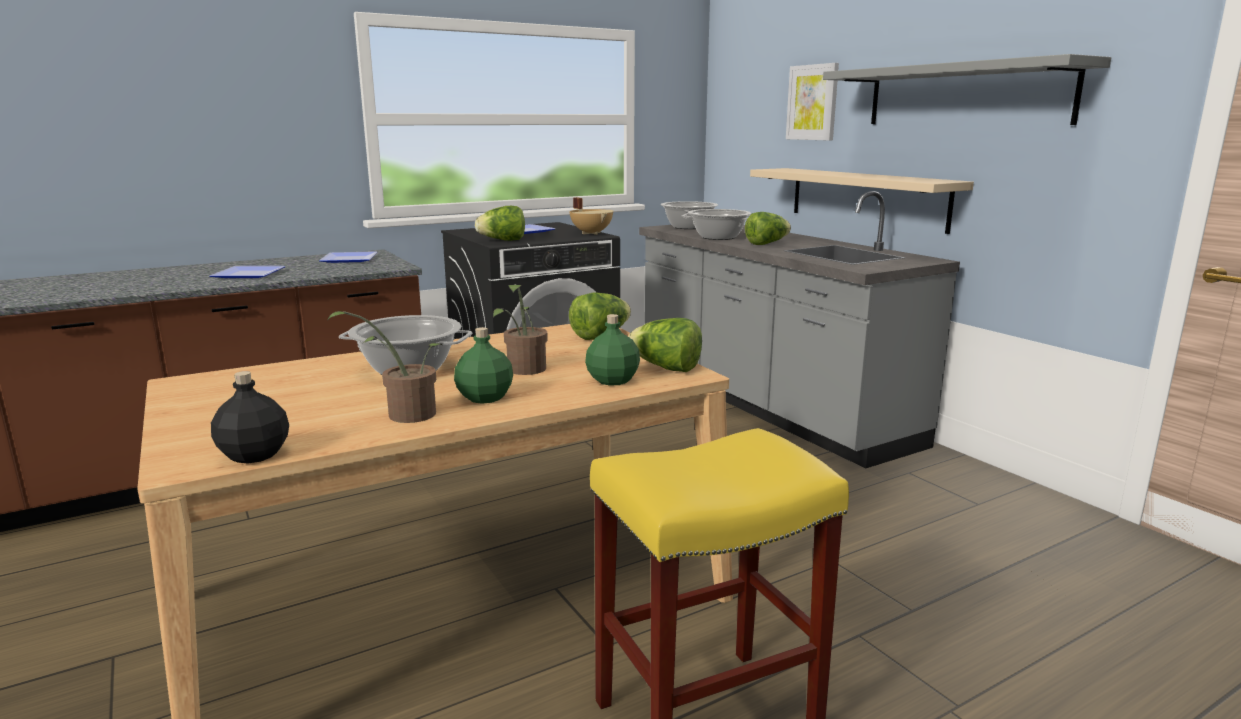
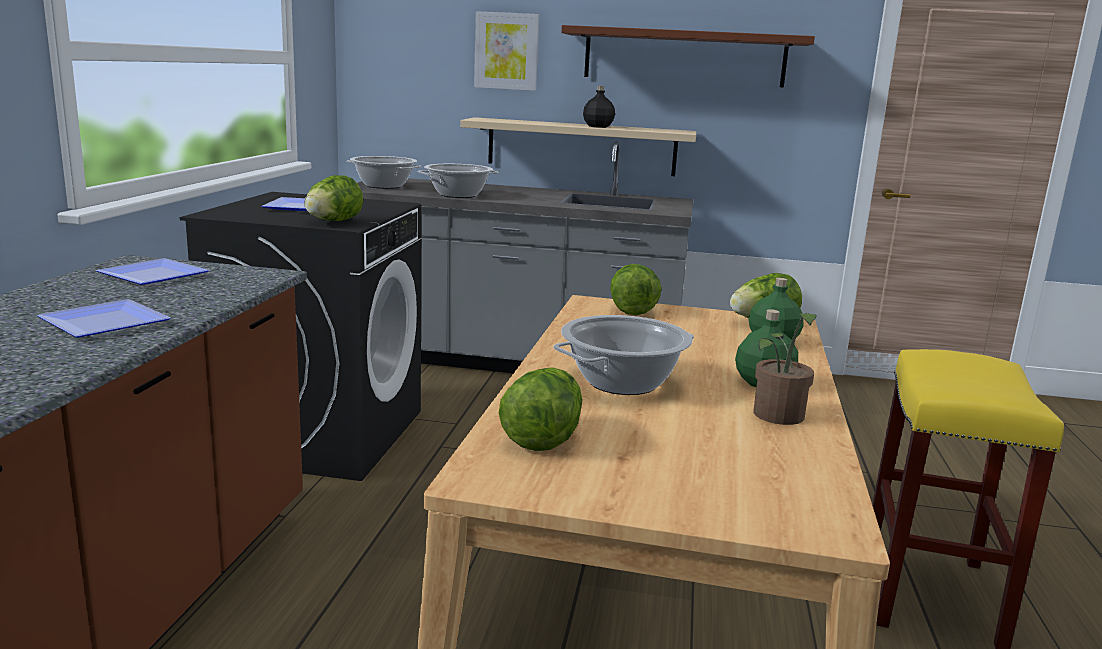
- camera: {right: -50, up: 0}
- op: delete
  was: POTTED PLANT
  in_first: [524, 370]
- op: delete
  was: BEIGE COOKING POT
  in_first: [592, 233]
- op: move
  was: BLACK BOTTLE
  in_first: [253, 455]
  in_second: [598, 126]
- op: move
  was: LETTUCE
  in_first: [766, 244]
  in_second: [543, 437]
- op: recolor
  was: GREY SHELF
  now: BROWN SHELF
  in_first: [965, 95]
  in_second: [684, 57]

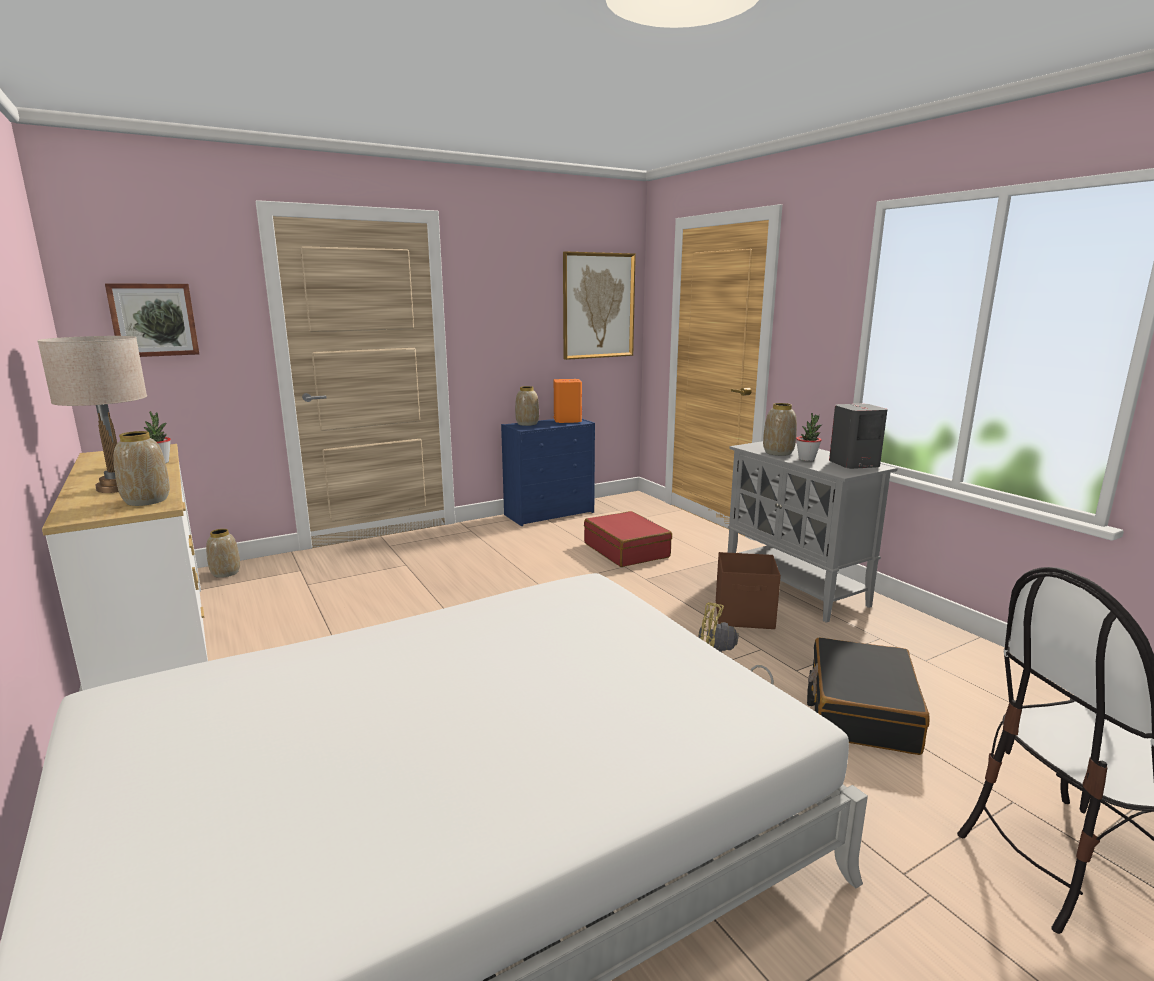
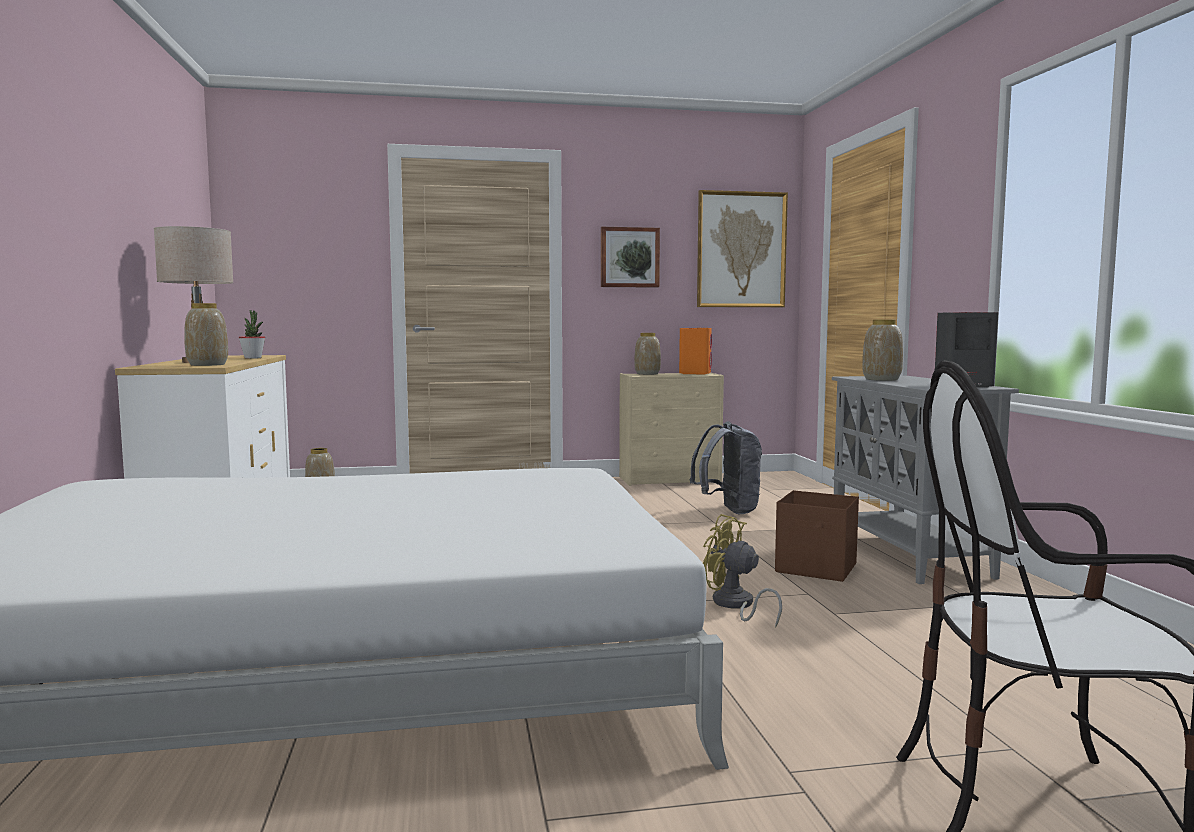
- camera: {right: 20, up: -10}
- op: delete
  was: POTTED PLANT
  in_first: [806, 459]
- op: delete
  was: BLACK SUITCASE
  in_first: [860, 710]
- op: move
  was: PICTURE
  in_first: [154, 320]
  in_second: [629, 257]
- op: replace
  was: RED SUITCASE
  now: GREY BACKPACK
  in_first: [627, 550]
  in_second: [728, 510]
- op: recolor
  was: BLUE DRESSER
  now: BEIGE DRESSER
  in_first: [550, 513]
  in_second: [671, 479]

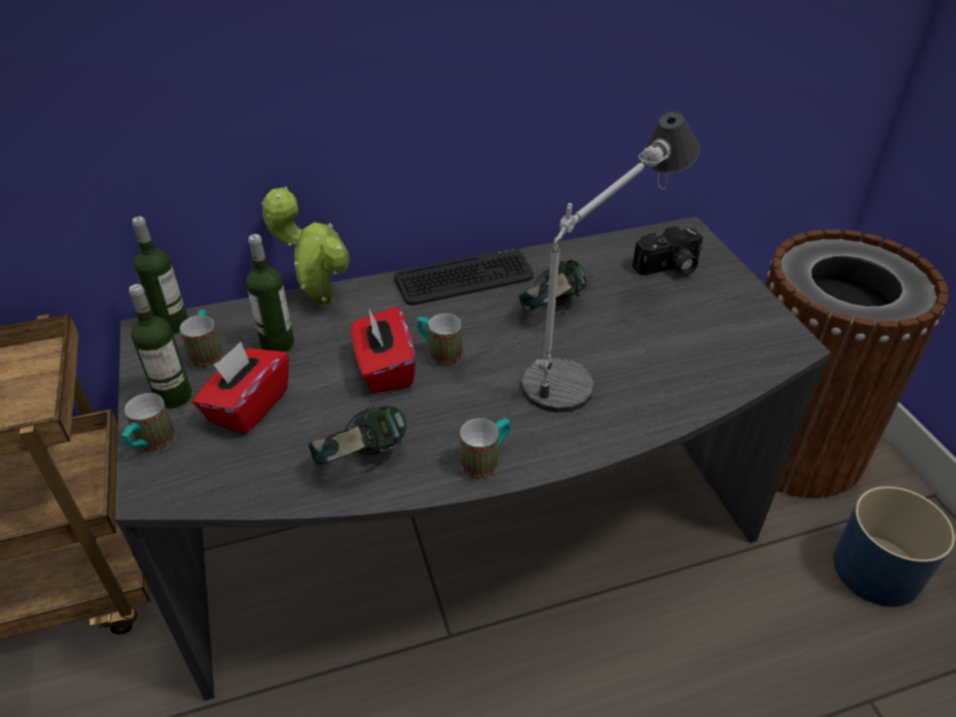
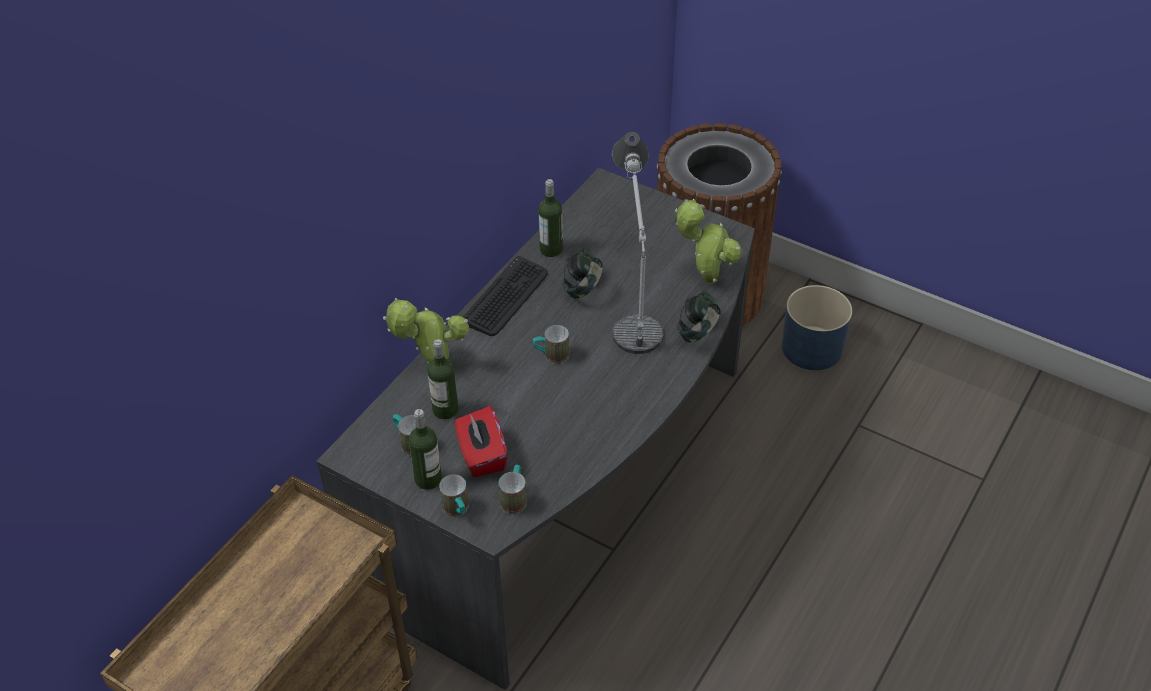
- camera: {right: -40, up: 5}
- op: delete
  was: RED TISSUE BOX
  in_first: [384, 369]
- op: delete
  was: PHOTO CAMERA
  in_first: [668, 268]
- op: insert
  now: POTTED PLANT
  in_second: [706, 278]
- op: move
  was: BOTTLE
  in_first: [172, 324]
  in_second: [551, 249]
- op: move
  was: HEADPHONES
  in_first: [362, 460]
  in_second: [698, 332]
- op: move
  was: MUG
  in_first: [486, 461]
  in_second: [514, 498]

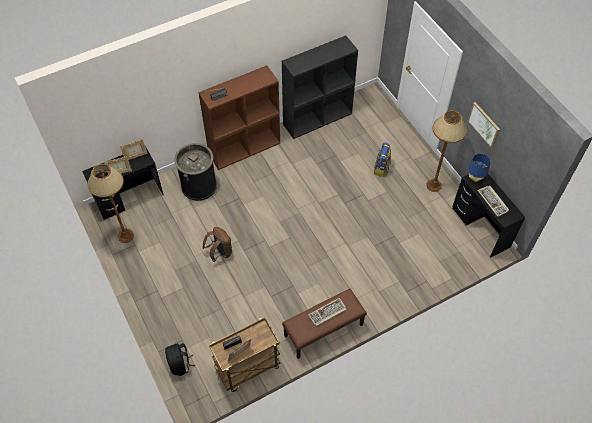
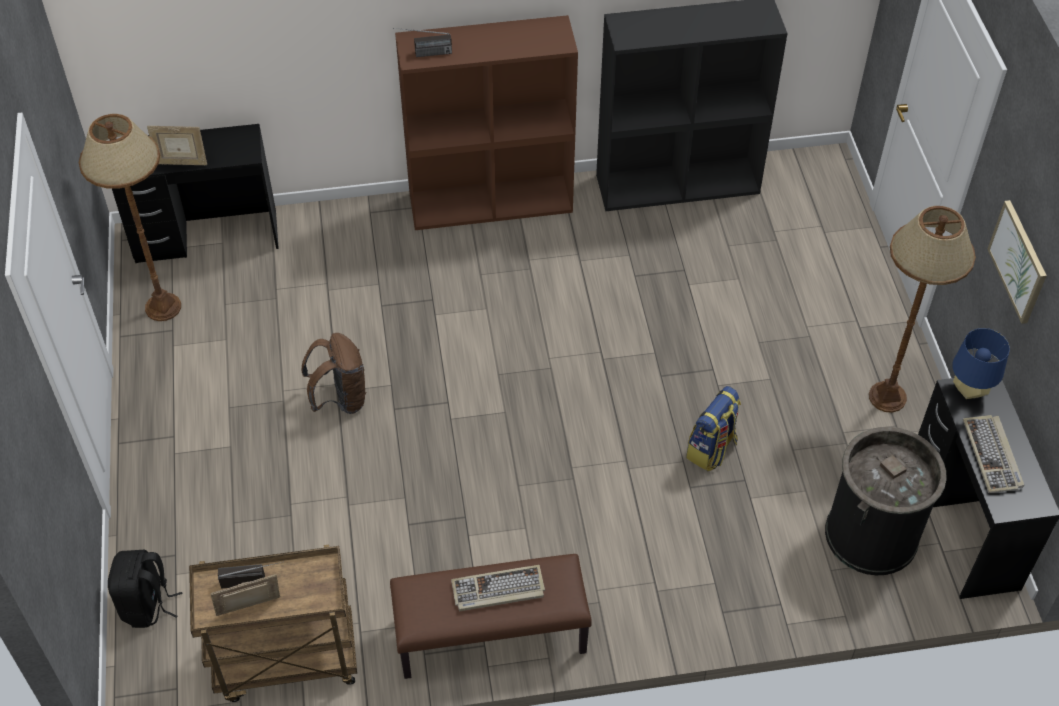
- camera: {right: 20, up: -5}
- op: delete
  was: PICTURE FRAME
  in_first: [135, 156]
- op: move
  was: BLACK TRASH CAN
  in_first: [199, 185]
  in_second: [871, 534]
- op: move
  was: BACKPACK
  in_first: [381, 168]
  in_second: [711, 450]

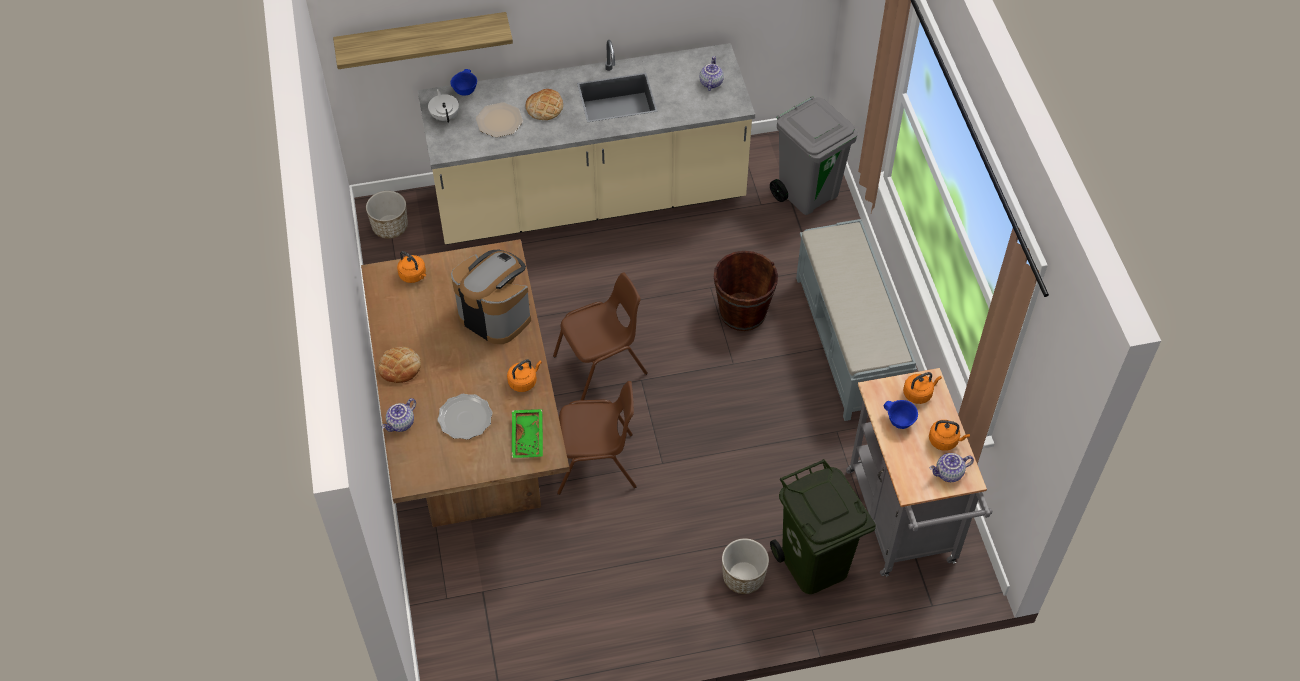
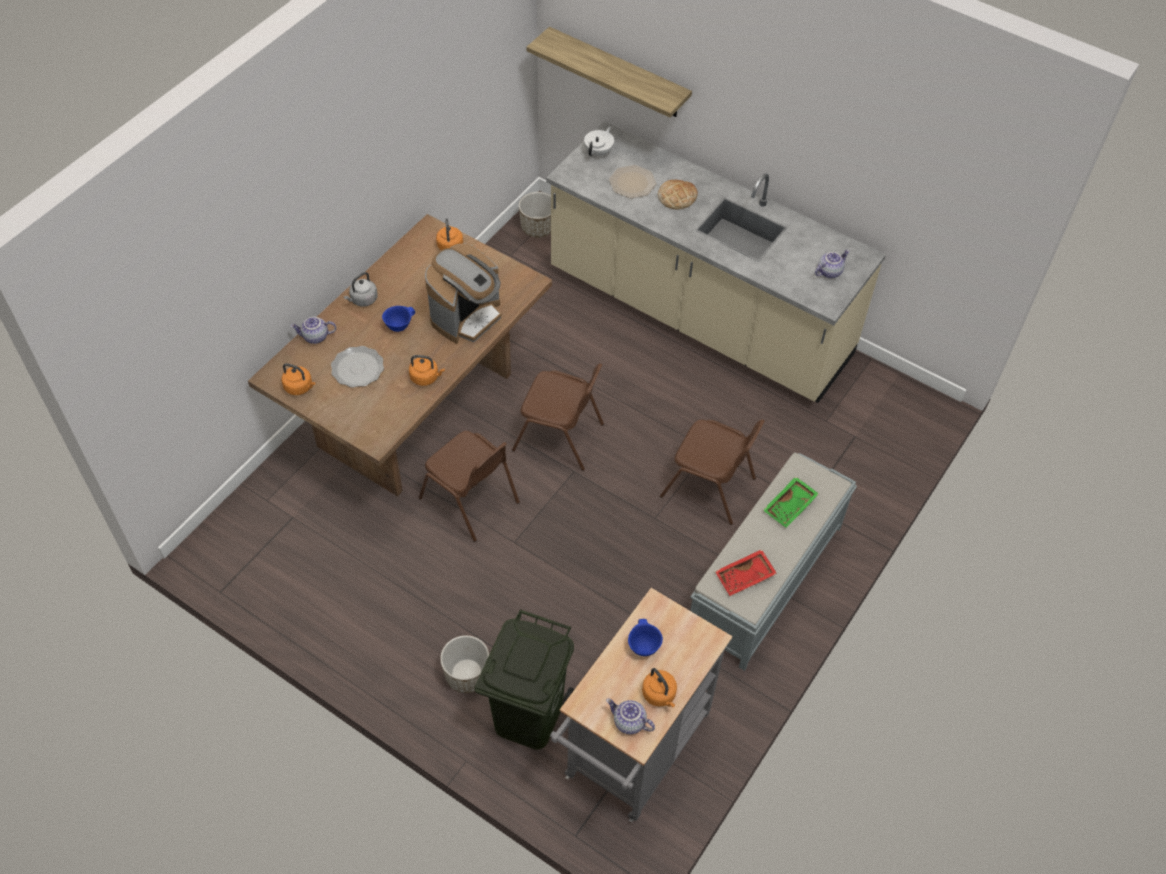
- camera: {right: 45, up: 0}
- op: delete
  was: GREY TRASH CAN
  in_first: [808, 194]
- op: insert
  now: RED TRAY
  in_second: [745, 577]
- op: move
  was: BLUE BOWL
  in_first: [465, 91]
  in_second: [398, 326]
- op: move
  was: GREEN TRAY
  in_first: [528, 437]
  in_second: [790, 506]
- op: move
  was: ORANGE KETTLE
  in_first: [919, 393]
  in_second: [300, 387]
- op: replace
  was: BREAD
  now: GREY KETTLE
  in_first: [400, 367]
  in_second: [363, 300]
- op: replace
  was: BROWN BUCKET
  now: BROWN CHAIR
  in_first: [742, 312]
  in_second: [709, 488]
- op: rotate
  was: COFFEE MACHINE
  in_first: [495, 315]
  in_second: [467, 316]
  clockwise: 45

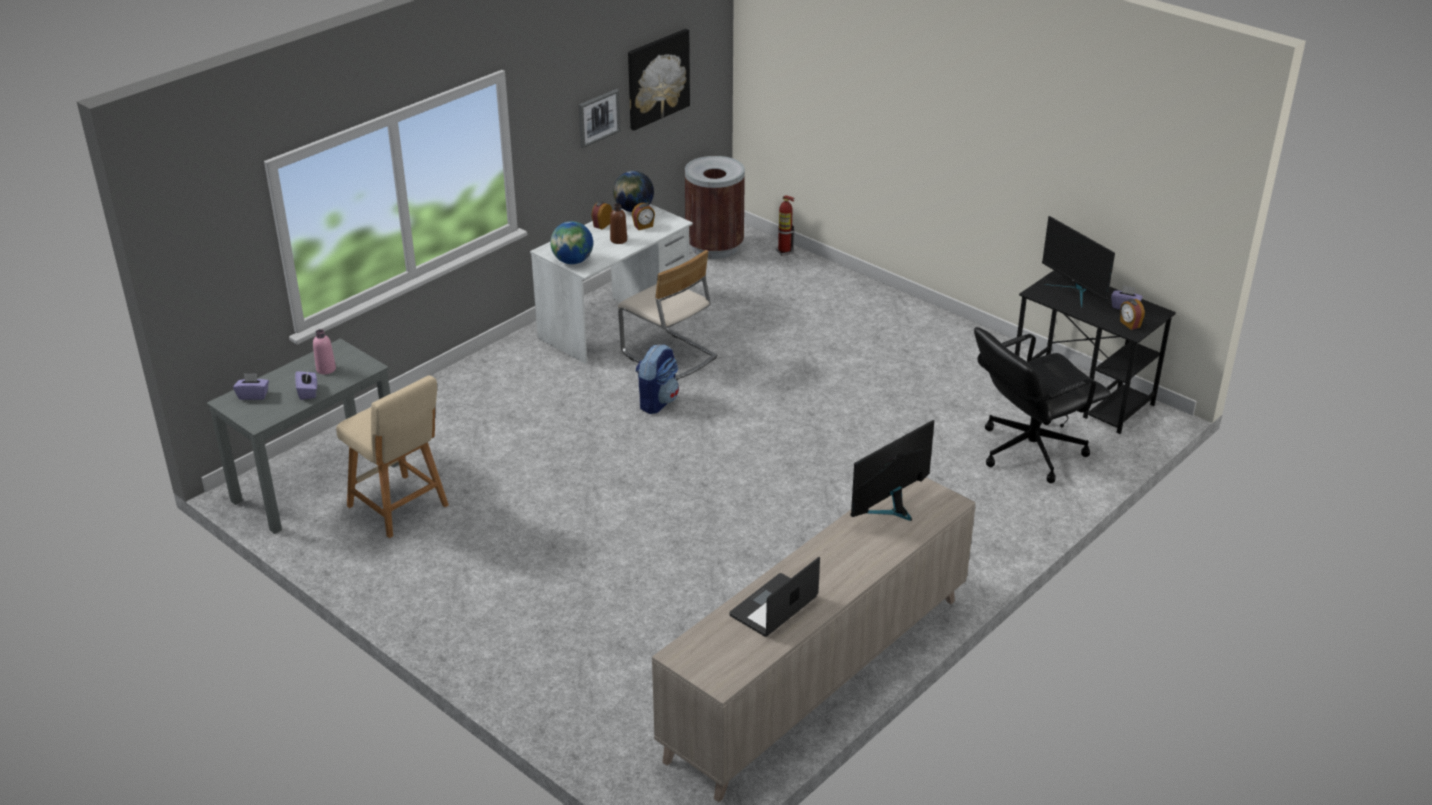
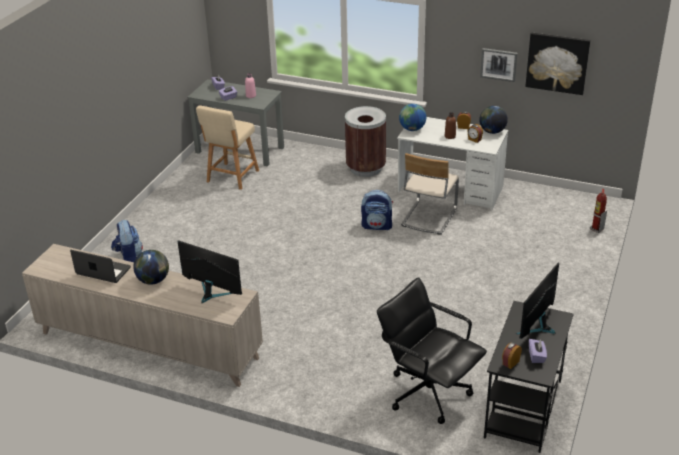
- camera: {right: 70, up: 0}
- op: insert
  now: BACKPACK
  in_second: [129, 258]
- op: insert
  now: GLOBE
  in_second: [153, 280]
- op: move
  was: BROWN TRASH CAN
  in_first: [715, 247]
  in_second: [365, 168]

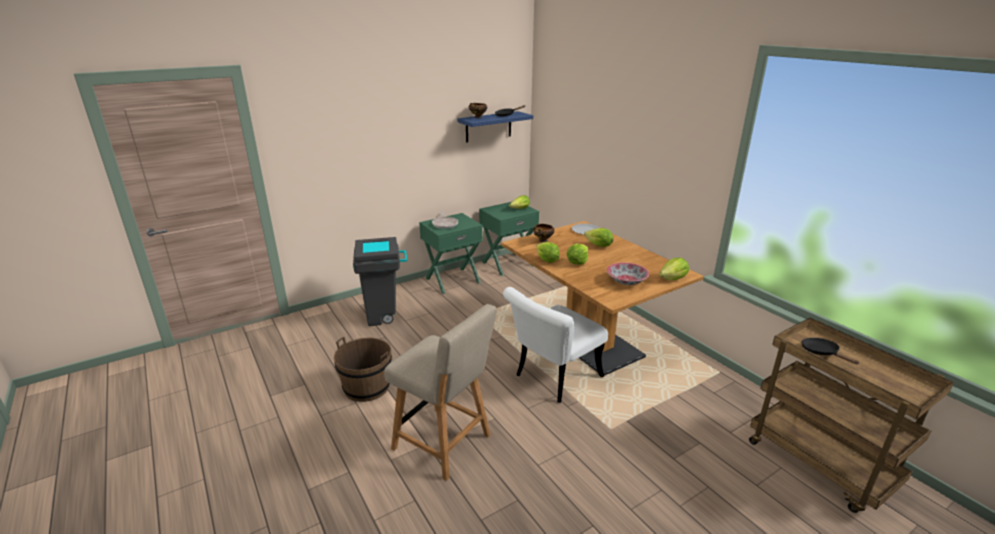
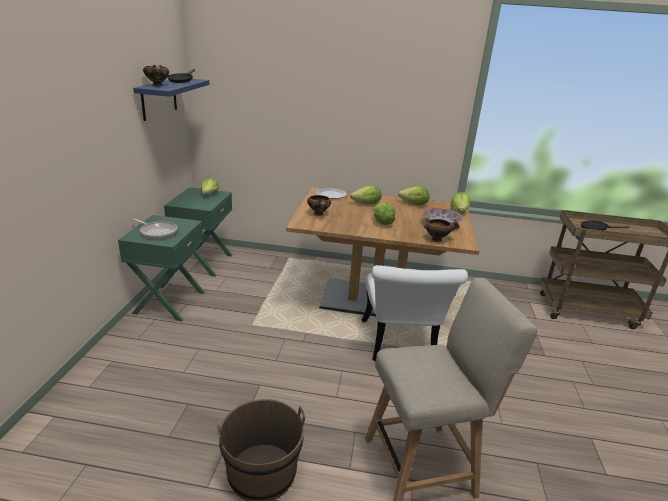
- camera: {right: -50, up: 0}
- op: delete
  was: GREY TRASH CAN
  in_first: [385, 316]
- op: insert
  now: BOWL
  in_second: [437, 239]
- op: move
  was: LETTUCE
  in_first: [547, 261]
  in_second: [414, 204]

